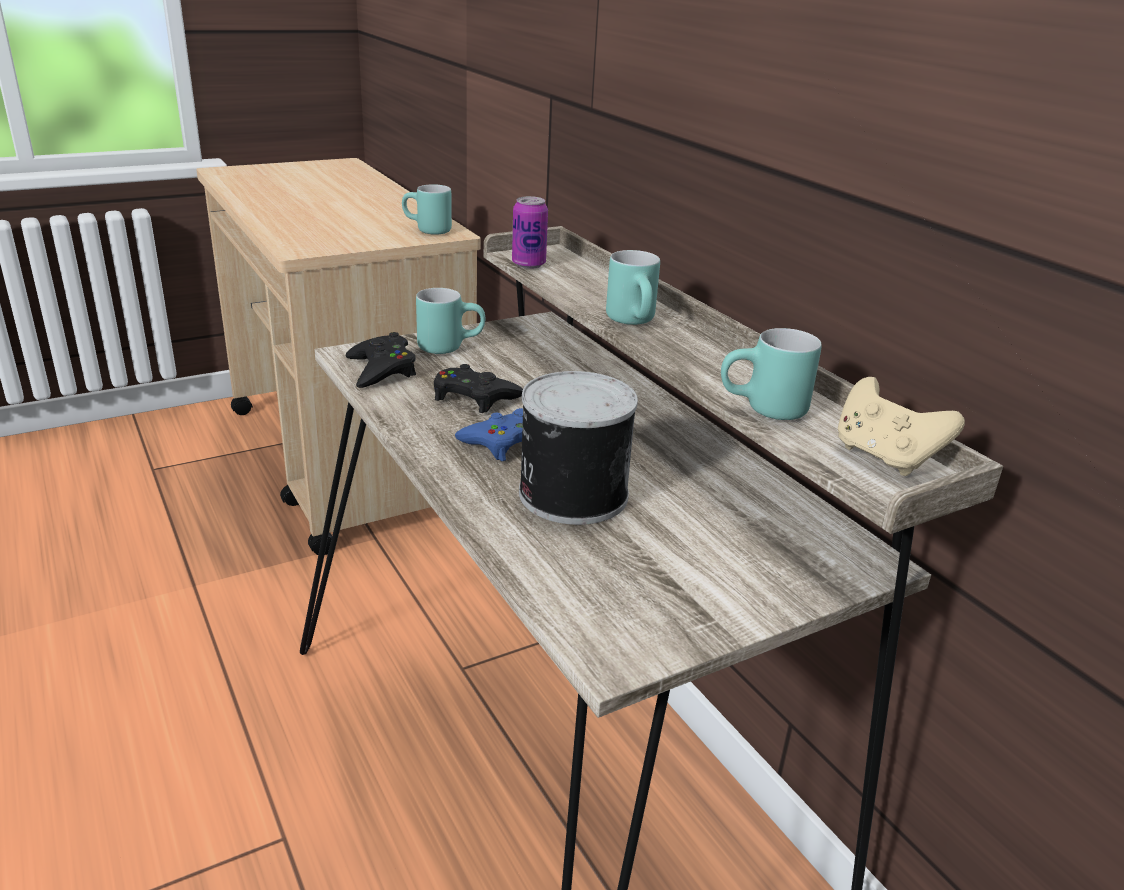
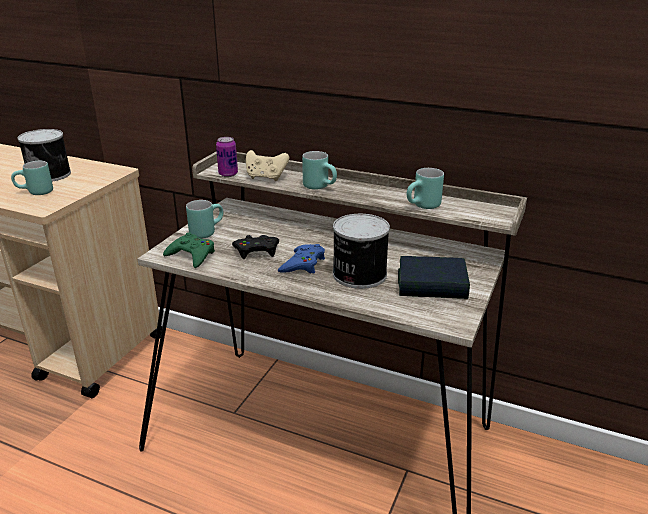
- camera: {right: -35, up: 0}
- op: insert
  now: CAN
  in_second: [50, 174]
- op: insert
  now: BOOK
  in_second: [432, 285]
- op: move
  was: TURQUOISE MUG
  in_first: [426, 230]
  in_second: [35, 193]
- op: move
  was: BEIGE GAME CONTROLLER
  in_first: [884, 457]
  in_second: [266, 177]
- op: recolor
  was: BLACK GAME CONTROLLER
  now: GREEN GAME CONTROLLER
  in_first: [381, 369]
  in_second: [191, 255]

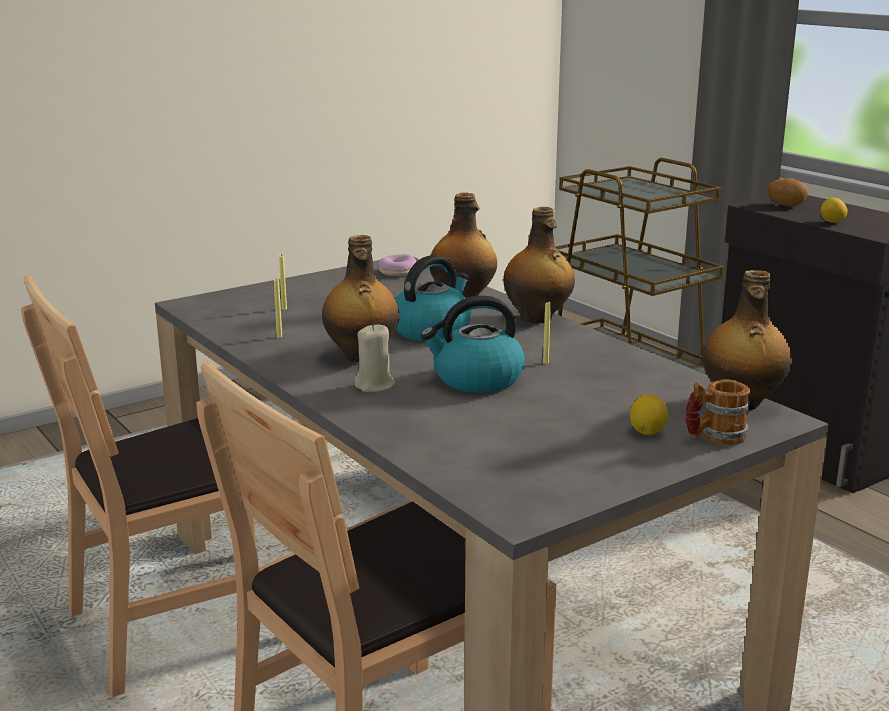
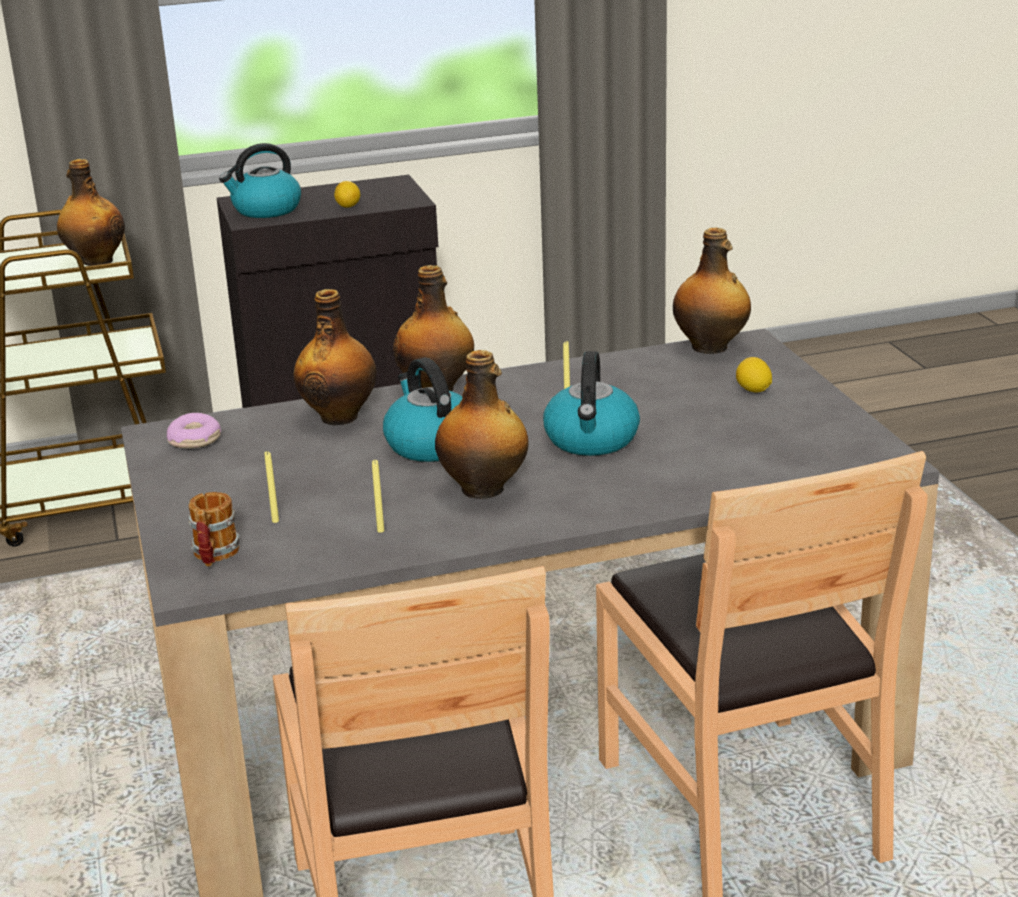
- camera: {right: -70, up: 5}
- op: delete
  was: BEIGE CANDLE
  in_first: [375, 386]
- op: insert
  now: BOTTLE
  in_second: [96, 261]
- op: move
  was: MUG
  in_first: [714, 437]
  in_second: [214, 556]
- op: replace
  was: POTATO
  now: KETTLE
  in_first: [786, 205]
  in_second: [266, 210]

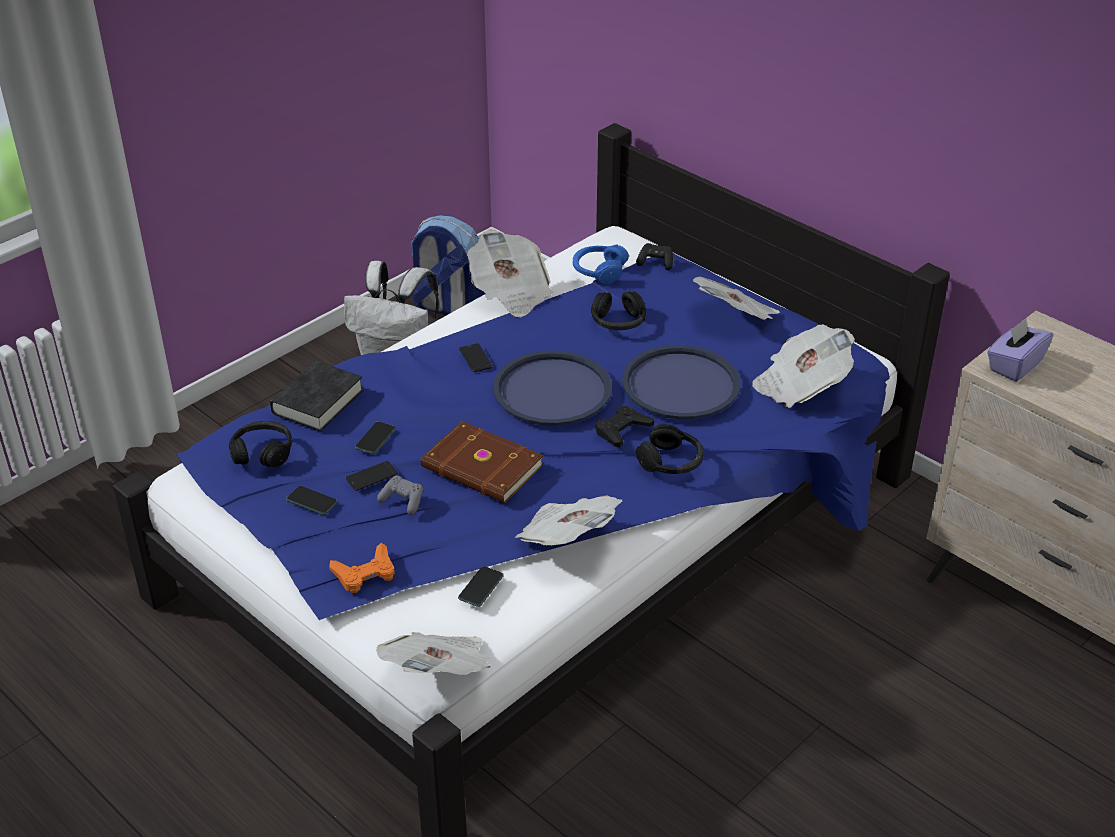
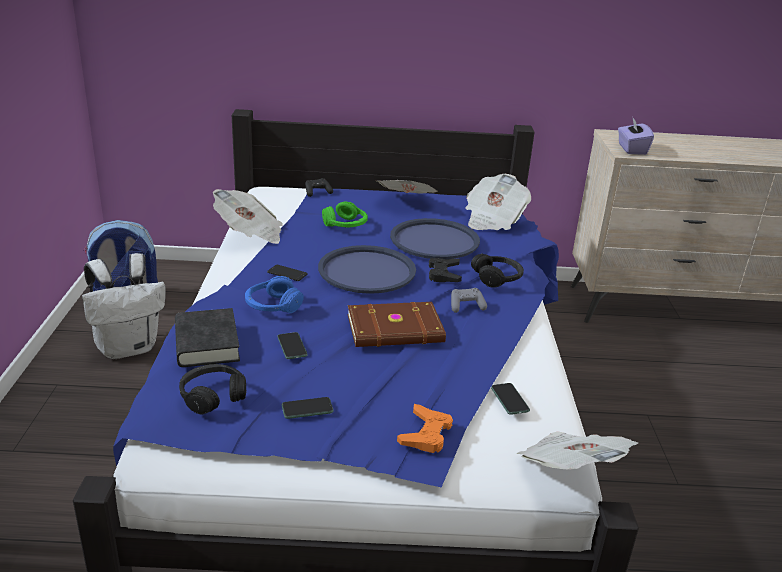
- camera: {right: -45, up: -10}
- op: delete
  was: PHONE
  in_first: [372, 476]
- op: delete
  was: NEWSPAPER
  in_first: [567, 539]
- op: move
  was: GREY GAME CONTROLLER
  in_first: [403, 501]
  in_second: [466, 306]
- op: move
  was: BLUE HEADPHONES
  in_first: [599, 271]
  in_second: [272, 306]
- op: recolor
  was: BLACK HEADPHONES
  now: GREEN HEADPHONES
  in_first: [618, 322]
  in_second: [345, 225]

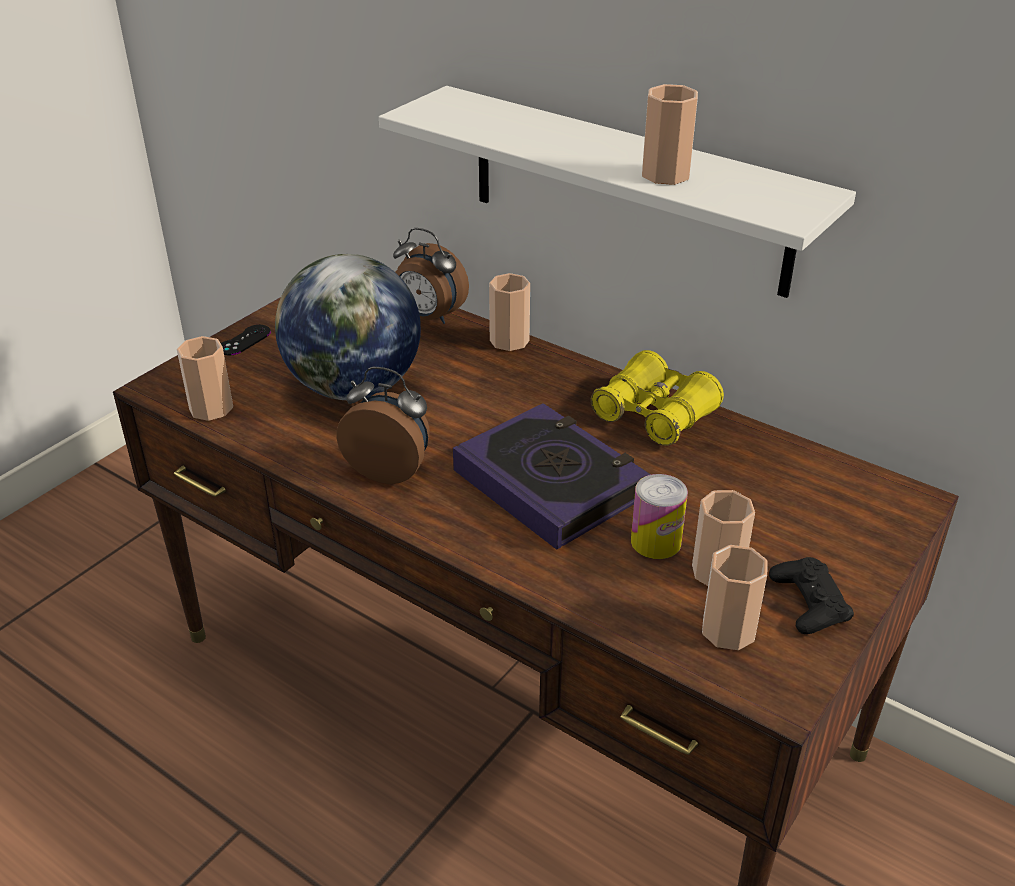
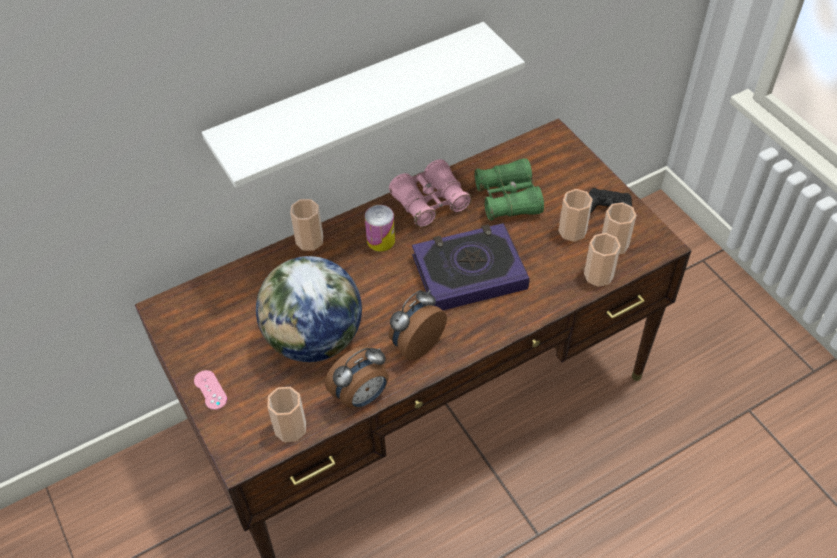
- camera: {right: -65, up: 15}
- op: insert
  now: GREEN BINOCULARS
  in_second: [508, 199]
- op: move
  was: ALARM CLOCK
  in_first: [429, 317]
  in_second: [361, 396]
- op: move
  was: CAN
  in_first: [655, 542]
  in_second: [381, 240]
- op: move
  was: CUP
  in_first: [665, 174]
  in_second: [598, 275]
- op: recolor
  was: BLACK GAME CONTROLLER
  now: PINK GAME CONTROLLER
  in_first: [244, 340]
  in_second: [210, 390]
- op: recolor
  was: YELLOW BINOCULARS
  now: PINK BINOCULARS
  in_first: [654, 415]
  in_second: [430, 202]

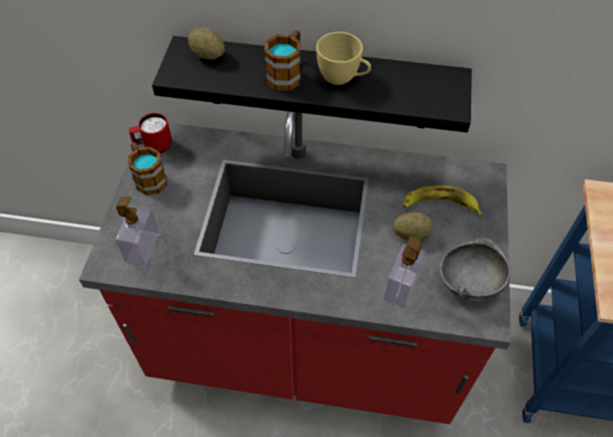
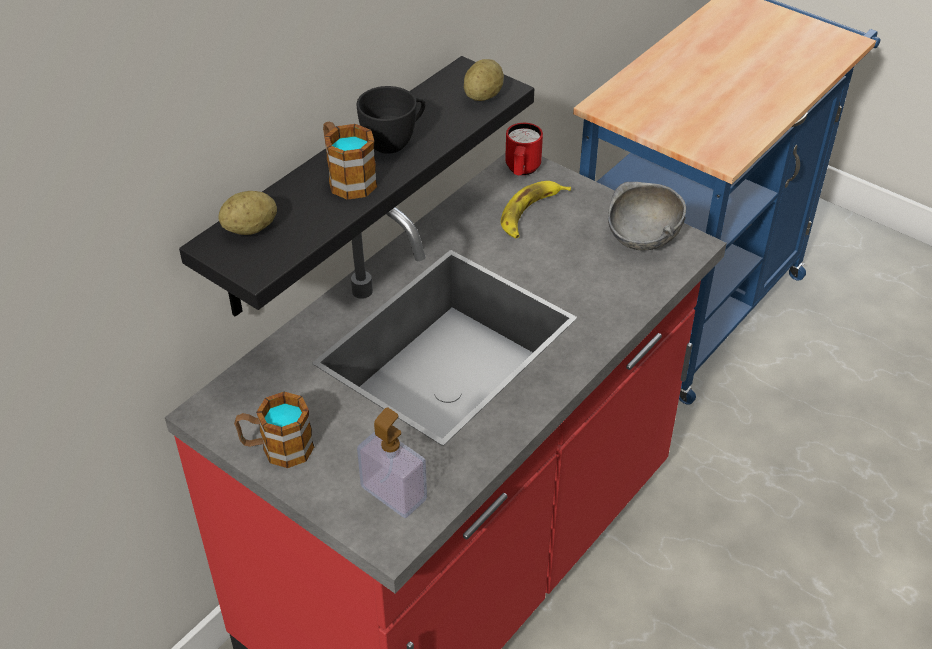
- camera: {right: -60, up: -10}
- op: delete
  was: SOAP DISPENSER
  in_first: [401, 287]
- op: move
  was: RED MUG
  in_first: [154, 146]
  in_second: [521, 171]
- op: move
  was: POTATO
  in_first: [410, 233]
  in_second: [483, 96]
- op: recolor
  was: YELLOW CUP
  now: BLACK CUP
  in_first: [343, 78]
  in_second: [395, 141]

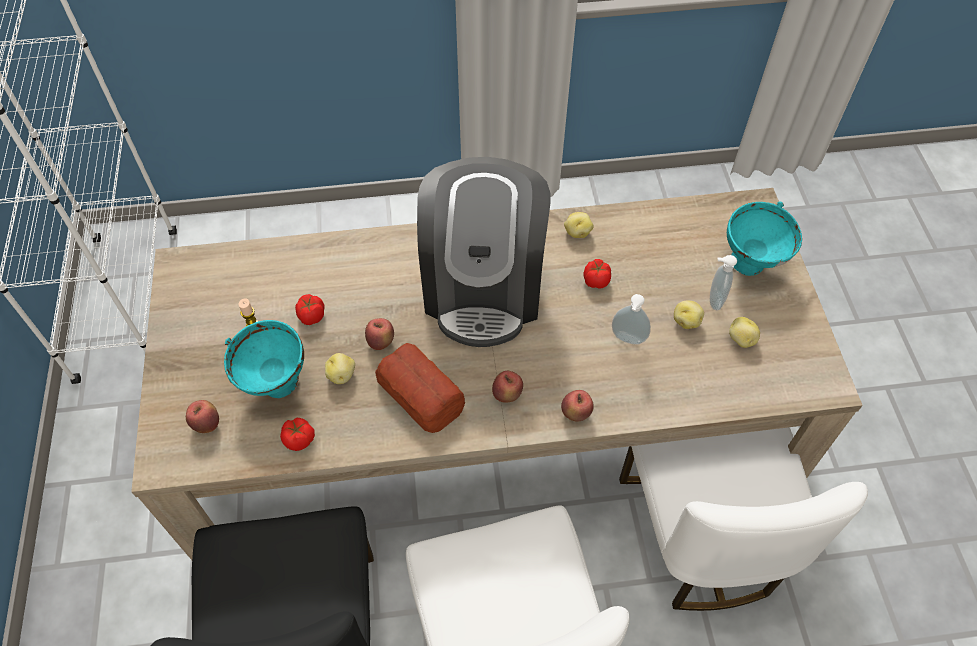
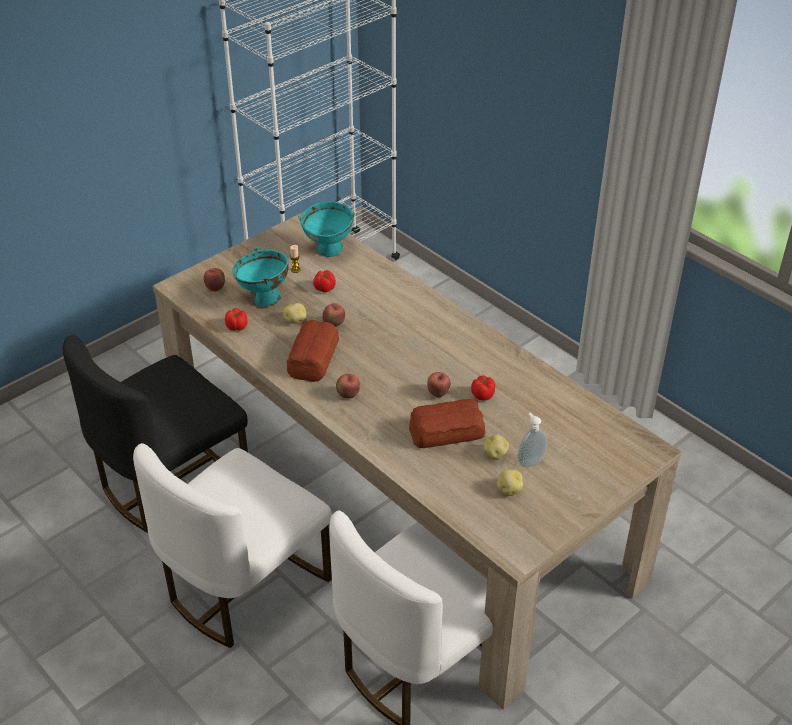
- camera: {right: 55, up: -15}
- op: delete
  was: COFFEE MACHINE
  in_first: [483, 288]
- op: delete
  was: POTATO
  in_first: [577, 232]
- op: move
  was: APPLE
  in_first: [575, 413]
  in_second: [438, 394]
- op: move
  was: TURQUOISE BOWL
  in_first: [751, 265]
  in_second: [329, 251]
- op: replace
  was: SOAP DISPENSER
  now: BREAD
  in_first: [627, 340]
  in_second: [448, 432]

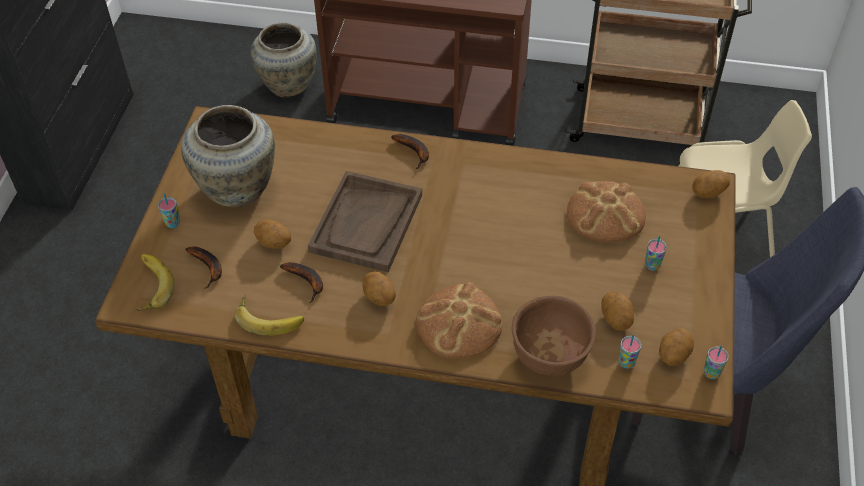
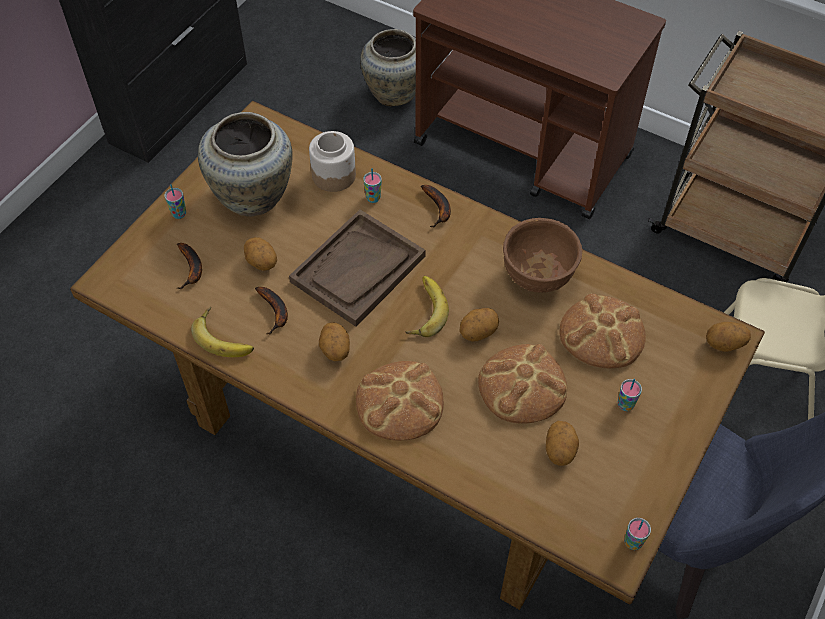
- camera: {right: 20, up: 5}
- op: insert
  now: JAR
  in_second: [334, 175]
- op: insert
  now: BREAD
  in_second: [522, 386]
- op: move
  was: BANANA
  in_first: [149, 285]
  in_second: [423, 310]
- op: move
  was: BROWN BOWL
  in_first: [550, 357]
  in_second: [537, 277]
- op: move
  was: CUP
  in_first: [626, 362]
  in_second: [373, 198]
- op: move
  was: POTATO
  in_first: [673, 355]
  in_second: [478, 332]

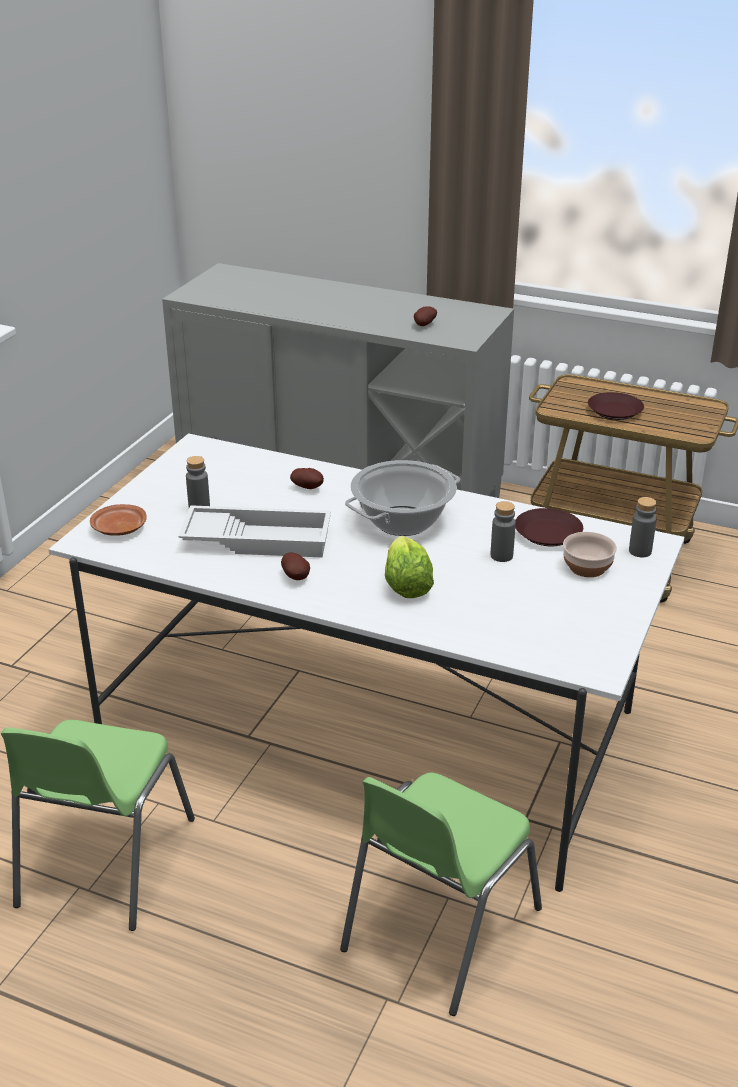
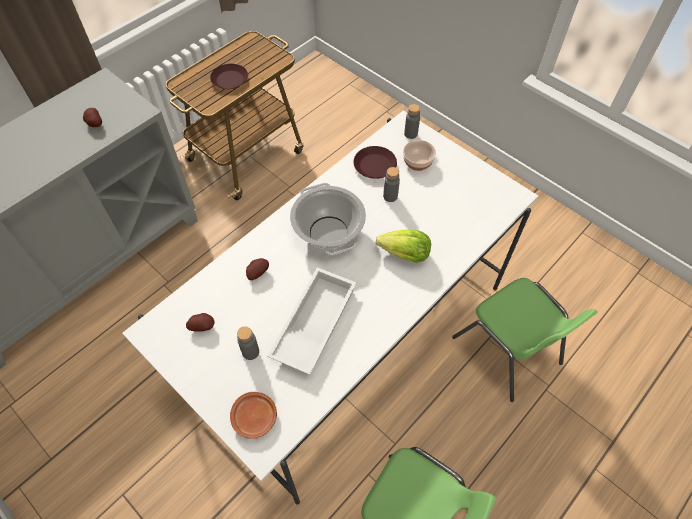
- camera: {right: -70, up: 25}
- op: move
  was: POTATO
  in_first: [296, 577]
  in_second: [203, 326]

